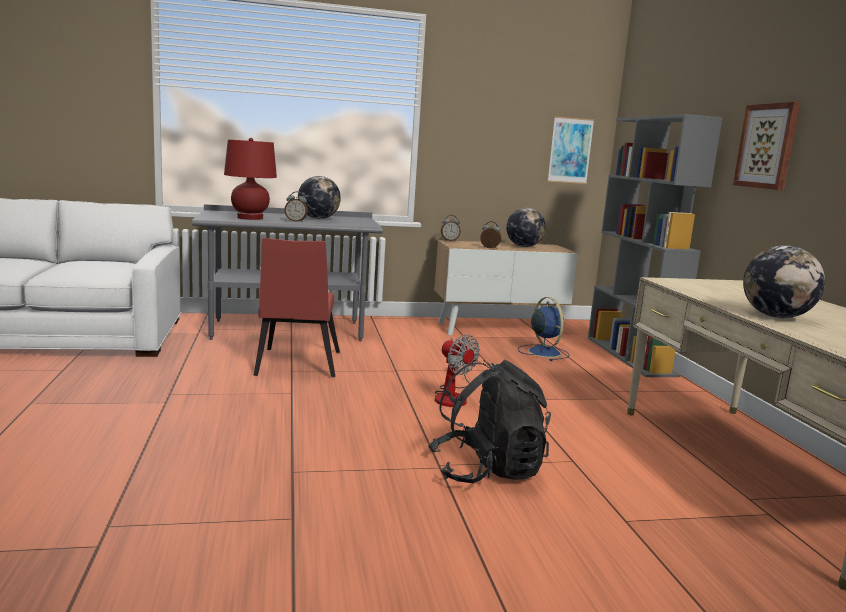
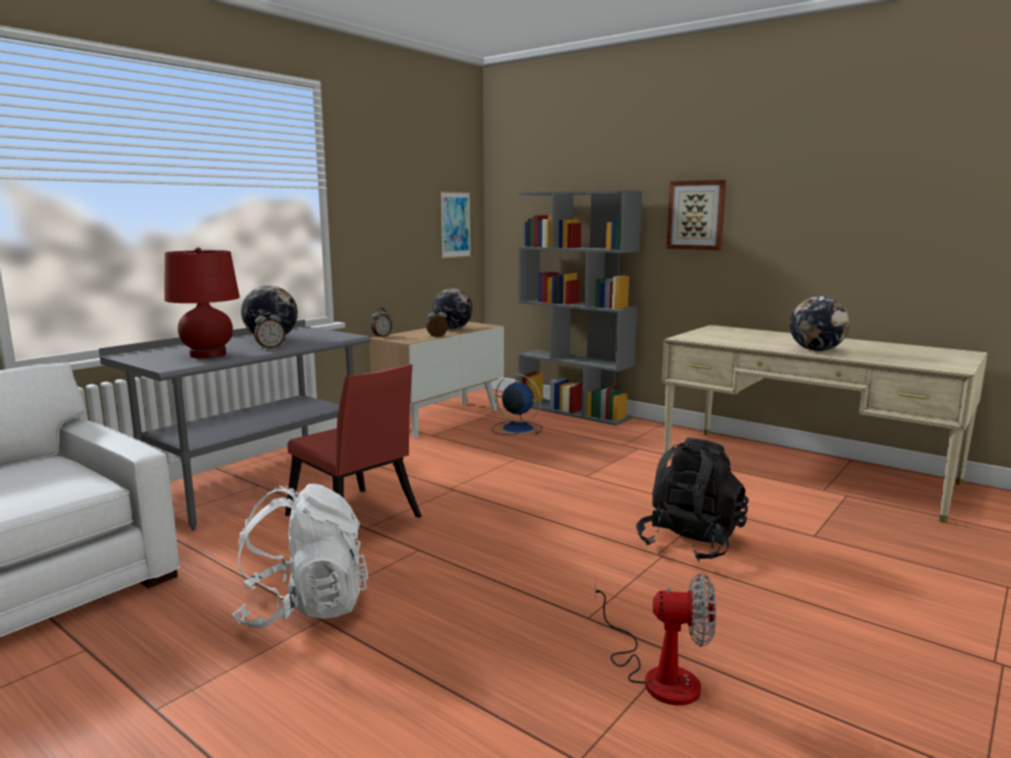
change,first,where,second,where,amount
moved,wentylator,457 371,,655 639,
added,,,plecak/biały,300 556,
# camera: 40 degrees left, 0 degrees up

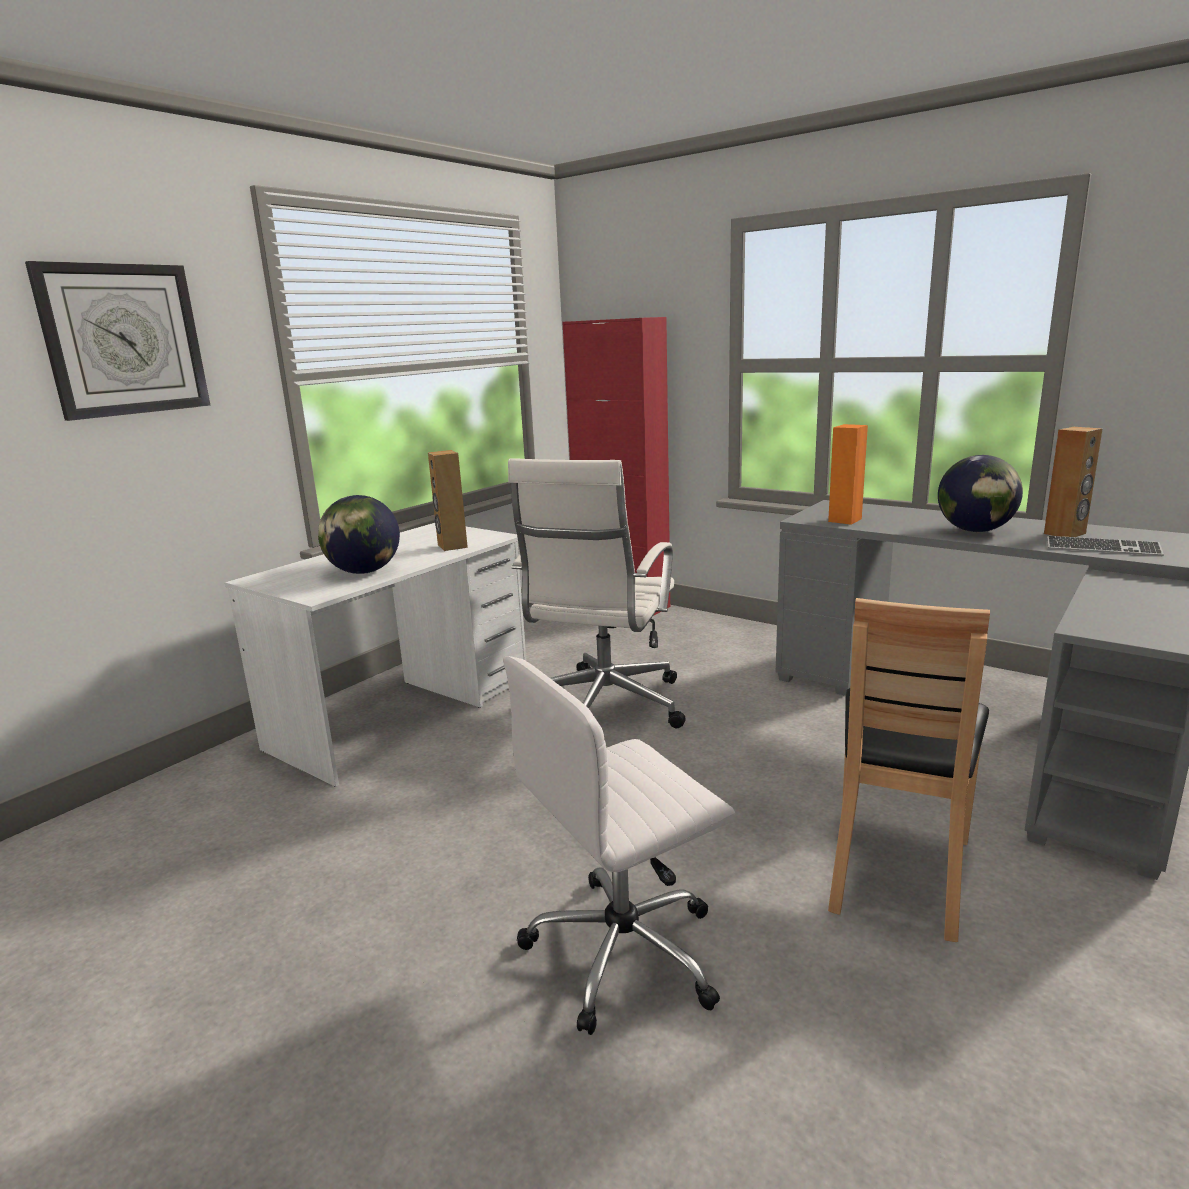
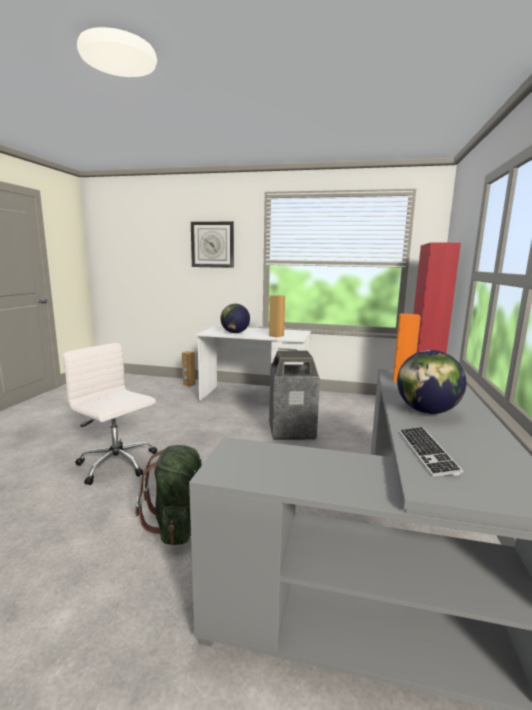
change,first,where,second,where,amount
moved,głośnik/brązowy,1073 482,,189 369,
replaced,krzesło biurowe/biały,597 593,kosz na śmieci,294 395,
replaced,krzesło/brązowy,909 770,plecak/zielony,168 495,
# camera: 65 degrees right, 5 degrees down

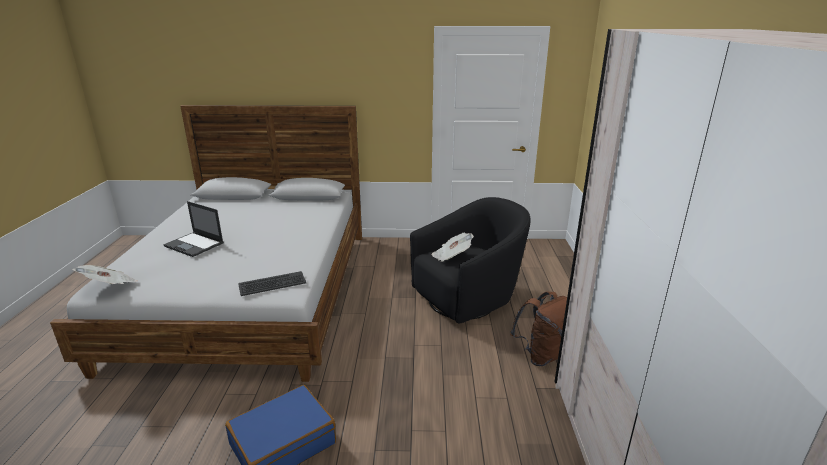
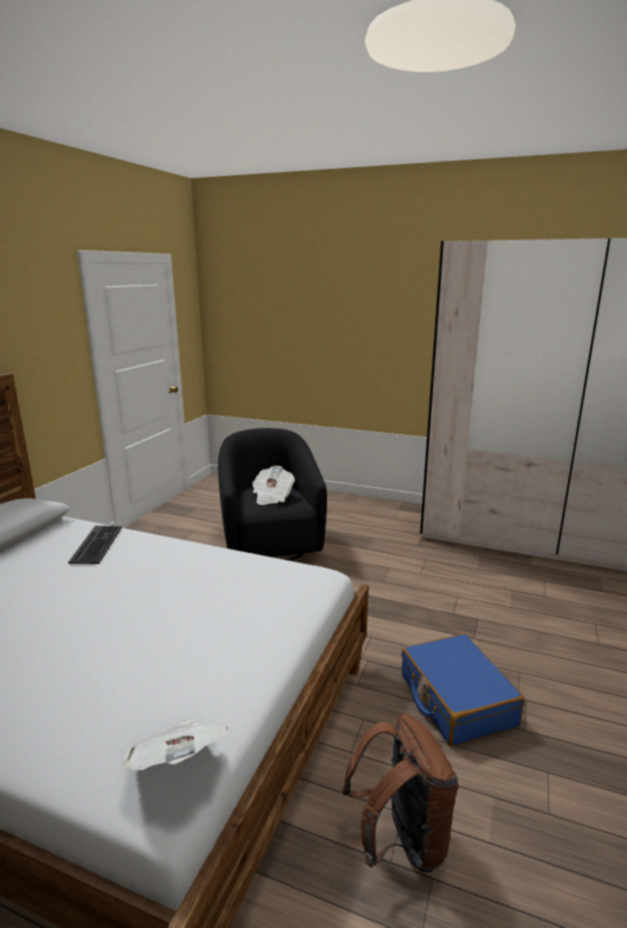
change,first,where,second,where,amount
removed,laptop,193 229,,,
moved,klawiatura,272 283,,95 545,
moved,plecak/brązowy,538 328,,400 793,
# camera: 70 degrees left, 5 degrees down

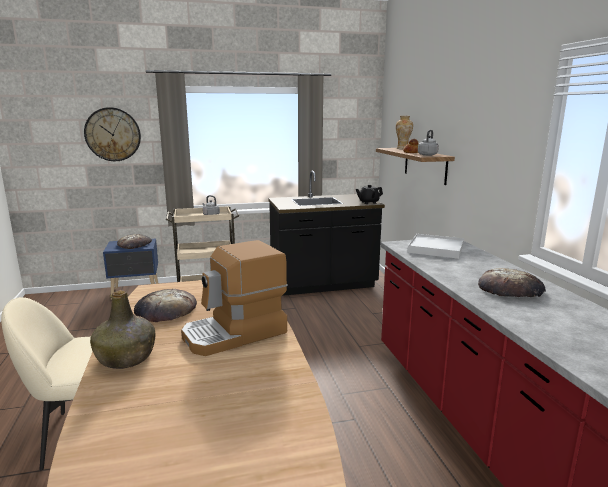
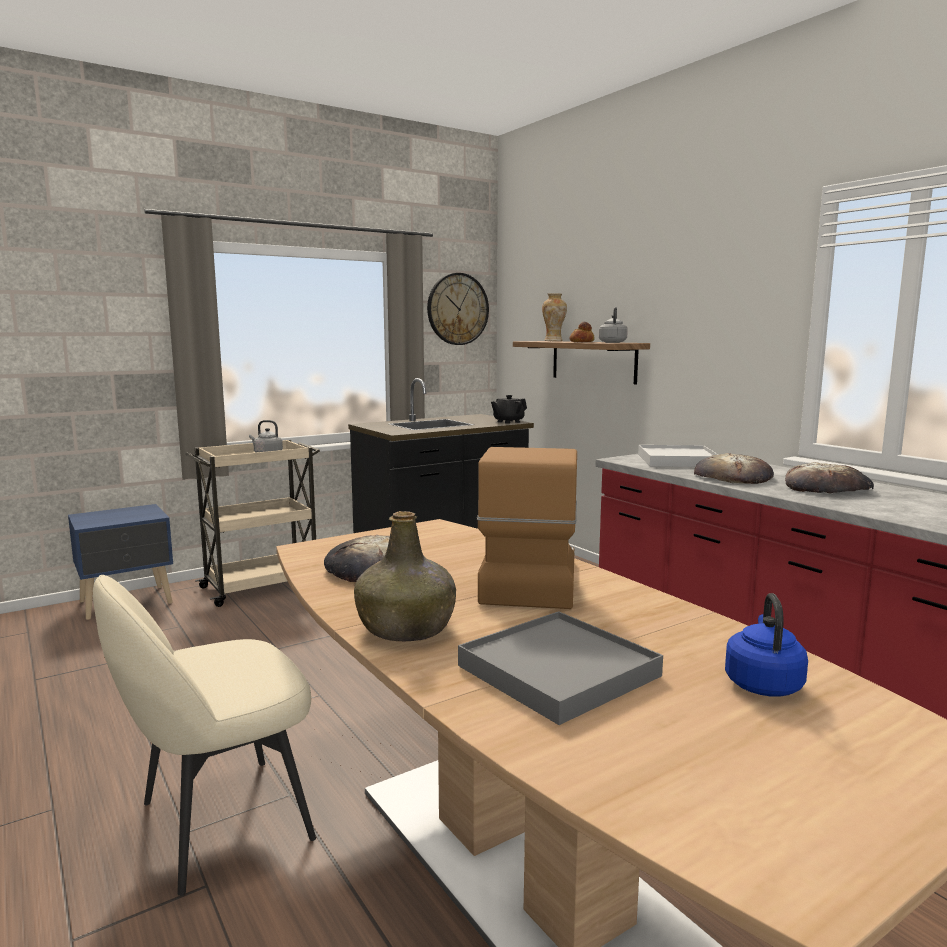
change,first,where,second,where,amount
moved,zegar ścienny,112 134,,458 309,
moved,chleb,134 241,,734 468,
turned,ekspres do kawy,234 298,,527 528,150 degrees clockwise
added,,,czajnik/niebieski,766 645,
added,,,taca/szary,560 668,
# camera: 20 degrees left, 5 degrees down

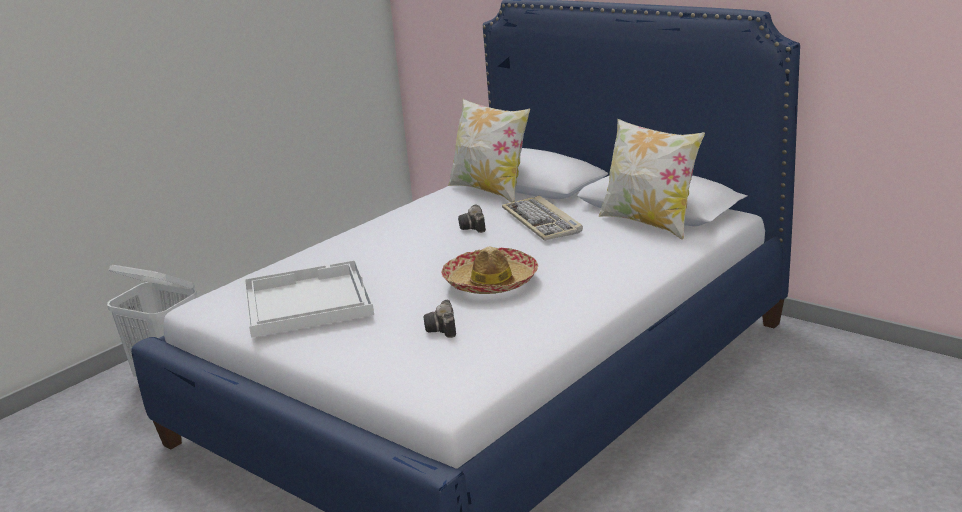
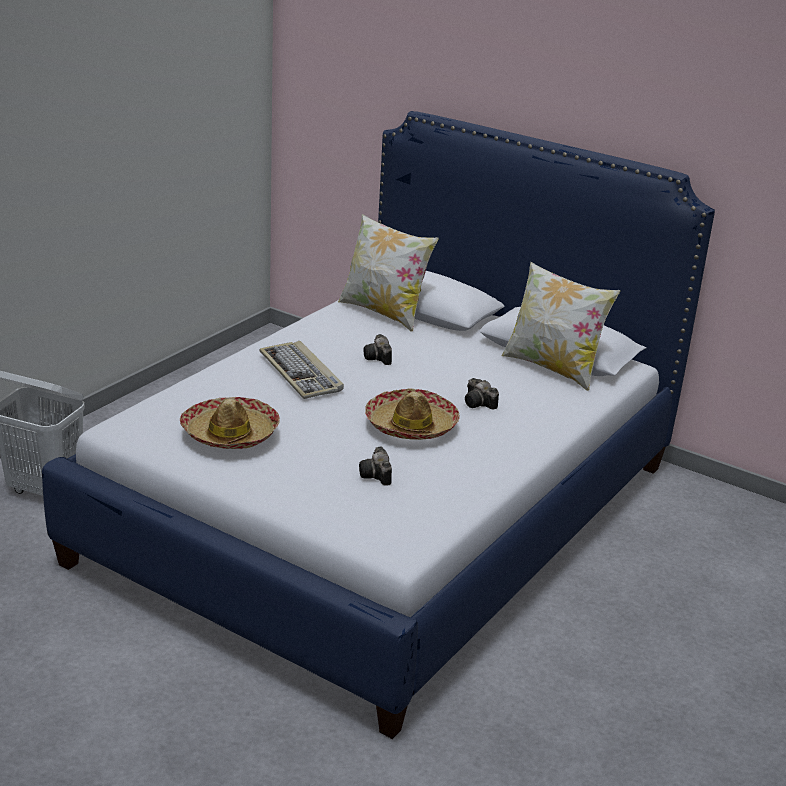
change,first,where,second,where,amount
moved,klawiatura,542 218,,301 370,
replaced,taca/biały,309 299,kapelusz,230 423,
added,,,aparat fotograficzny,482 394,
# camera: 10 degrees left, 5 degrees up

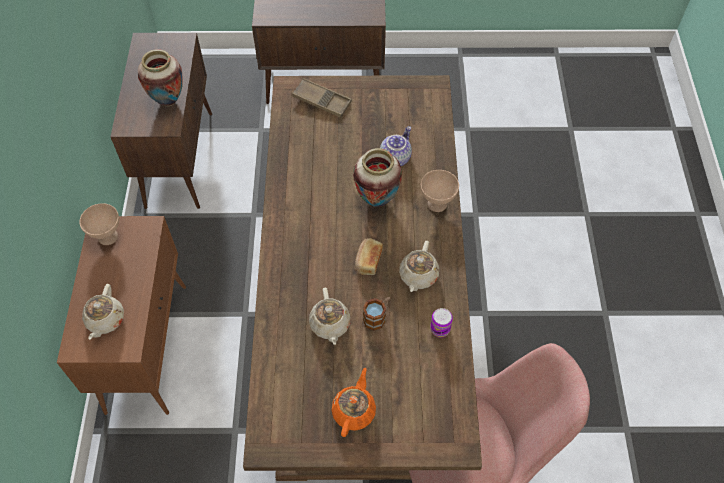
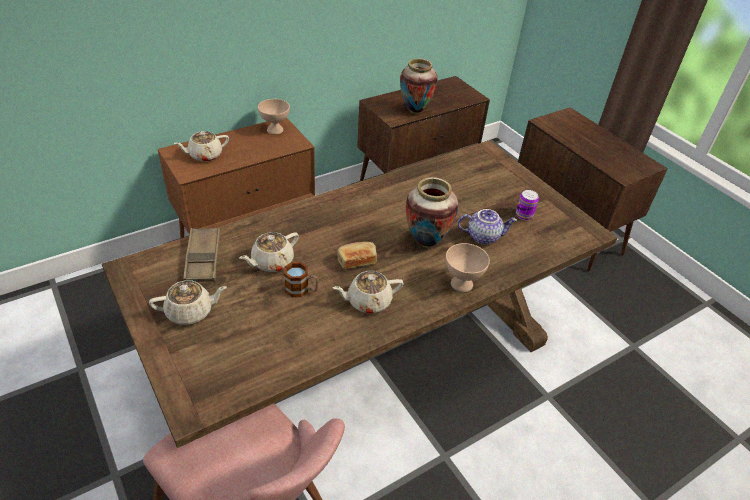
change,first,where,second,where,amount
moved,taca/brązowy,322 98,,201 255,
moved,puszka,441 323,,527 205,
recoloured,imbryk/pomarańczowy,353 402,imbryk/beżowy,188 302,
# camera: 55 degrees right, 15 degrees down

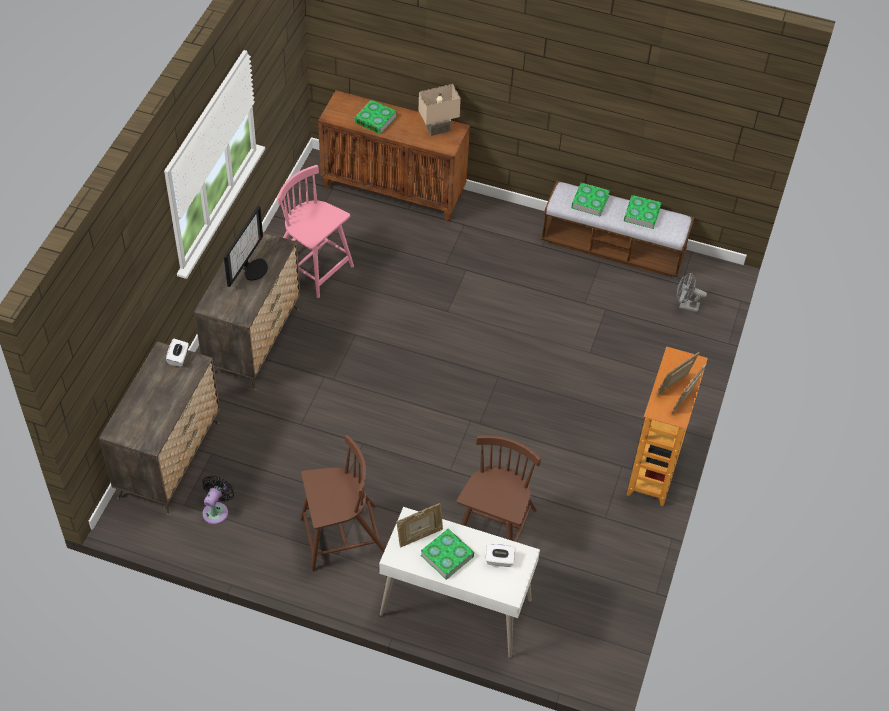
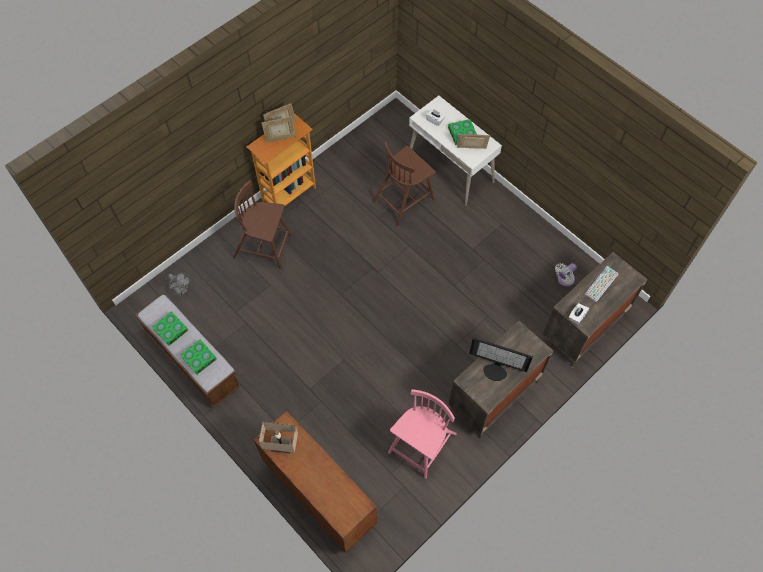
change,first,where,second,where,amount
removed,książka,375 117,,,
turned,krzesło/różowy,315 231,,422 434,120 degrees counterclockwise
turned,monitor,246 246,,501 359,120 degrees counterclockwise
moved,krzesło/brązowy,342 503,,263 224,
recoloured,wentylator/czarny,218 500,wentylator/biały,566 275,
added,,,klawiatura,602 284,
# camera: 150 degrees left, 10 degrees up

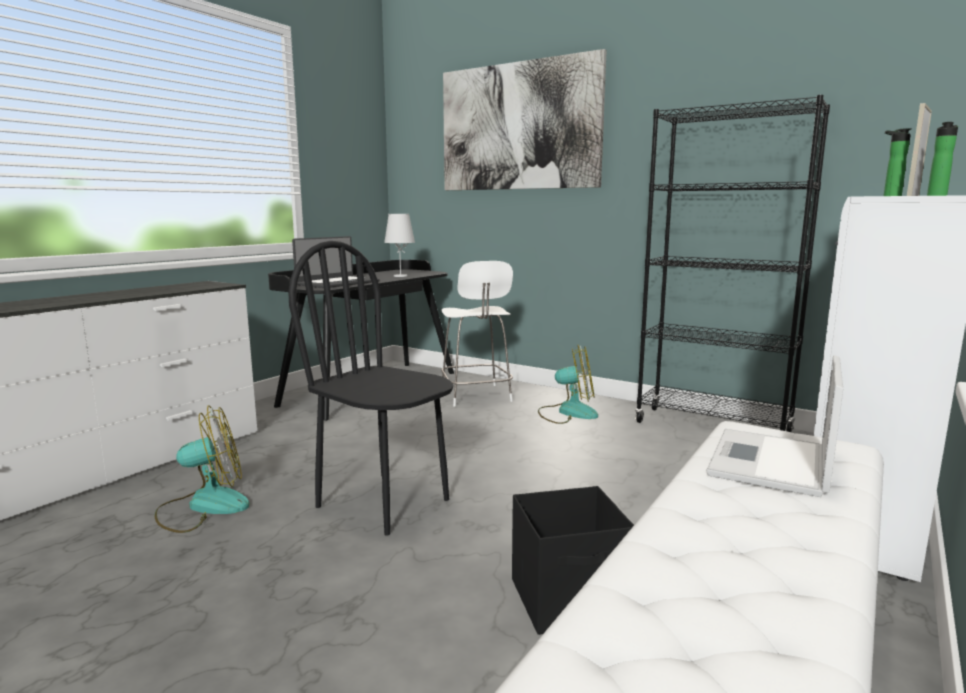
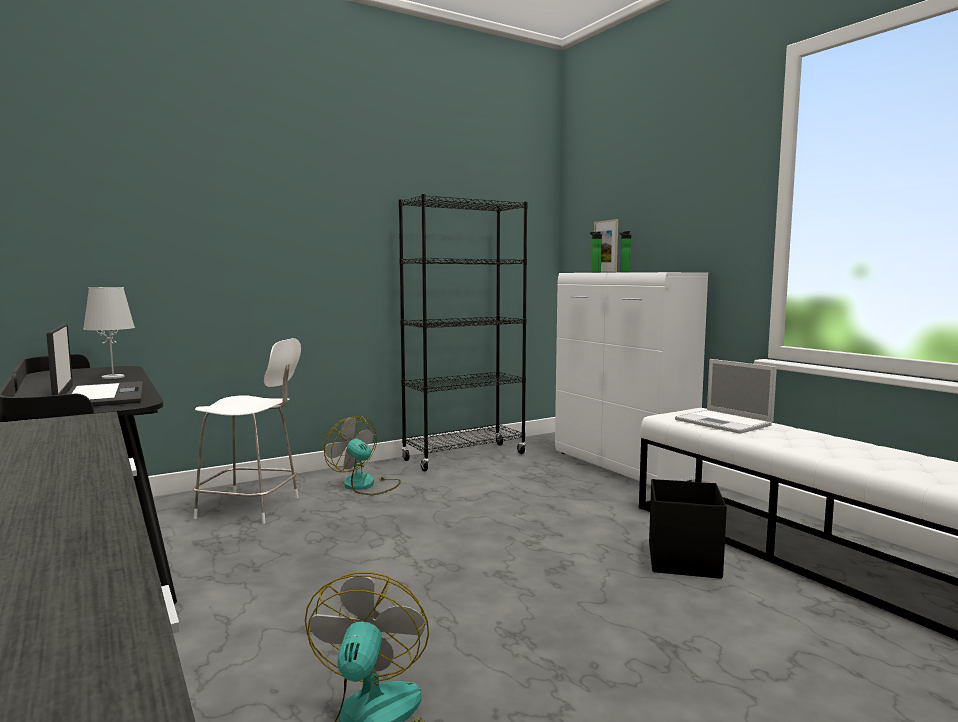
change,first,where,second,where,amount
removed,obraz,525 119,,,
removed,krzesło/czarny,370 388,,,
turned,wentylator,568 384,,362 455,75 degrees counterclockwise
# camera: 65 degrees left, 5 degrees down

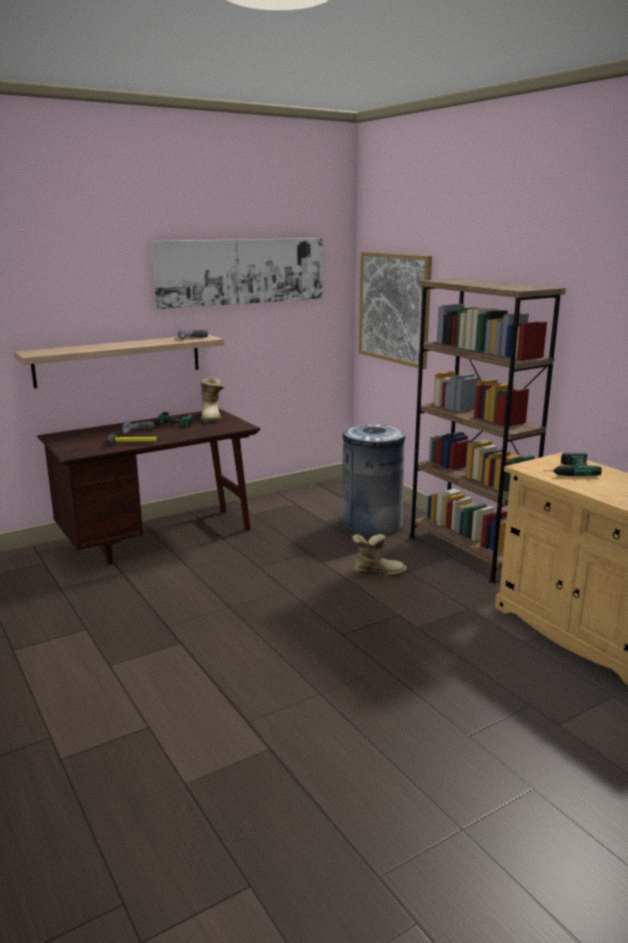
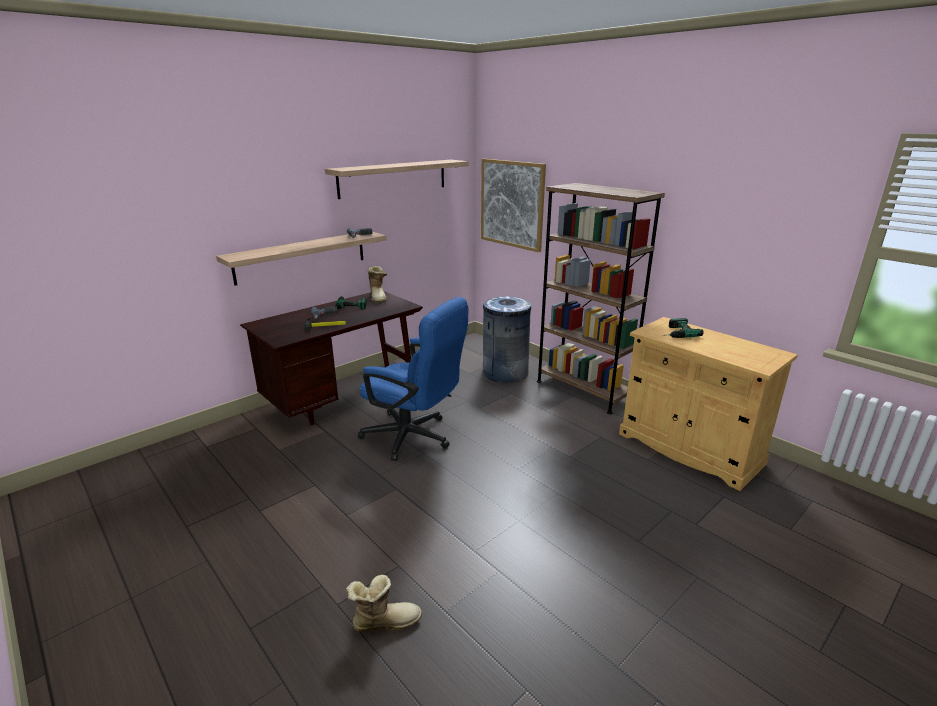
change,first,where,second,where,amount
replaced,obraz,236 274,półka,397 179,
moved,but z cholewką,379 555,,384 603,
added,,,krzesło biurowe/niebieski,413 379,
# camera: 10 degrees left, 5 degrees up

